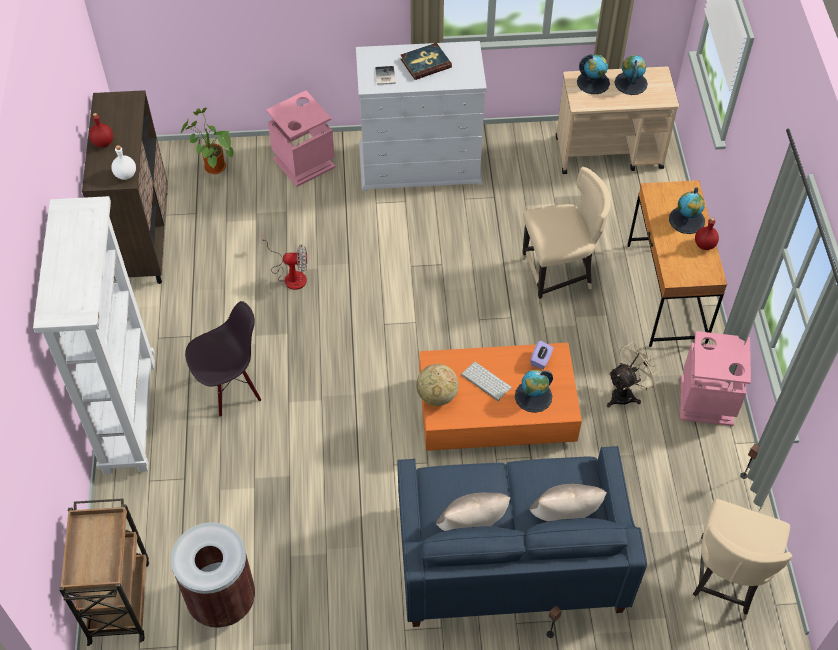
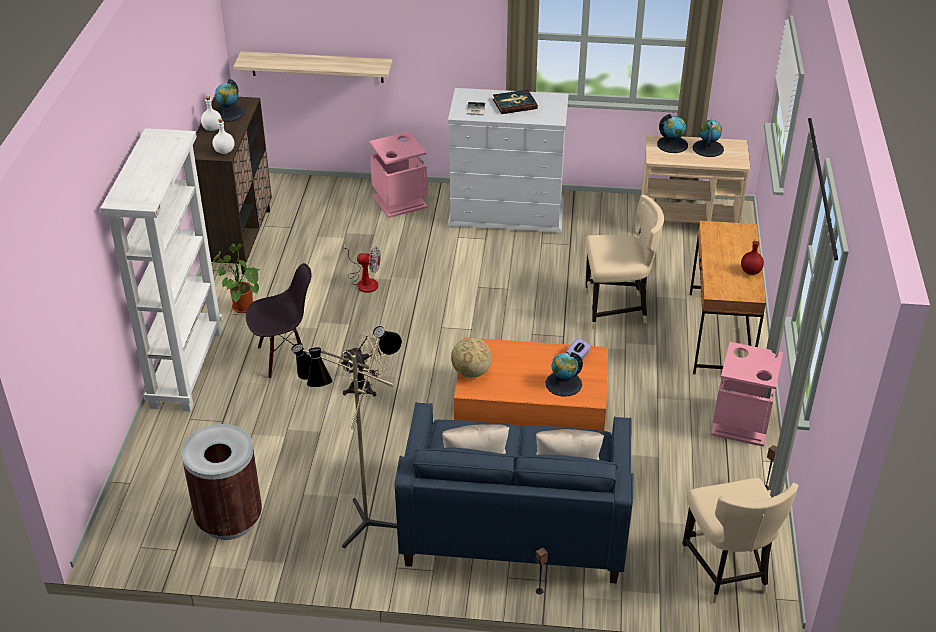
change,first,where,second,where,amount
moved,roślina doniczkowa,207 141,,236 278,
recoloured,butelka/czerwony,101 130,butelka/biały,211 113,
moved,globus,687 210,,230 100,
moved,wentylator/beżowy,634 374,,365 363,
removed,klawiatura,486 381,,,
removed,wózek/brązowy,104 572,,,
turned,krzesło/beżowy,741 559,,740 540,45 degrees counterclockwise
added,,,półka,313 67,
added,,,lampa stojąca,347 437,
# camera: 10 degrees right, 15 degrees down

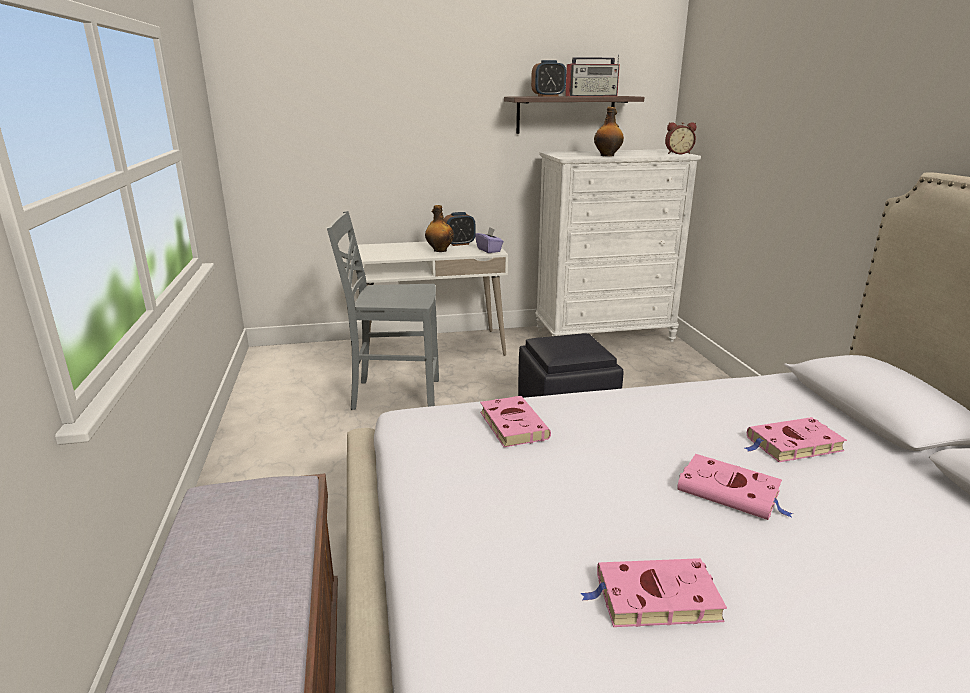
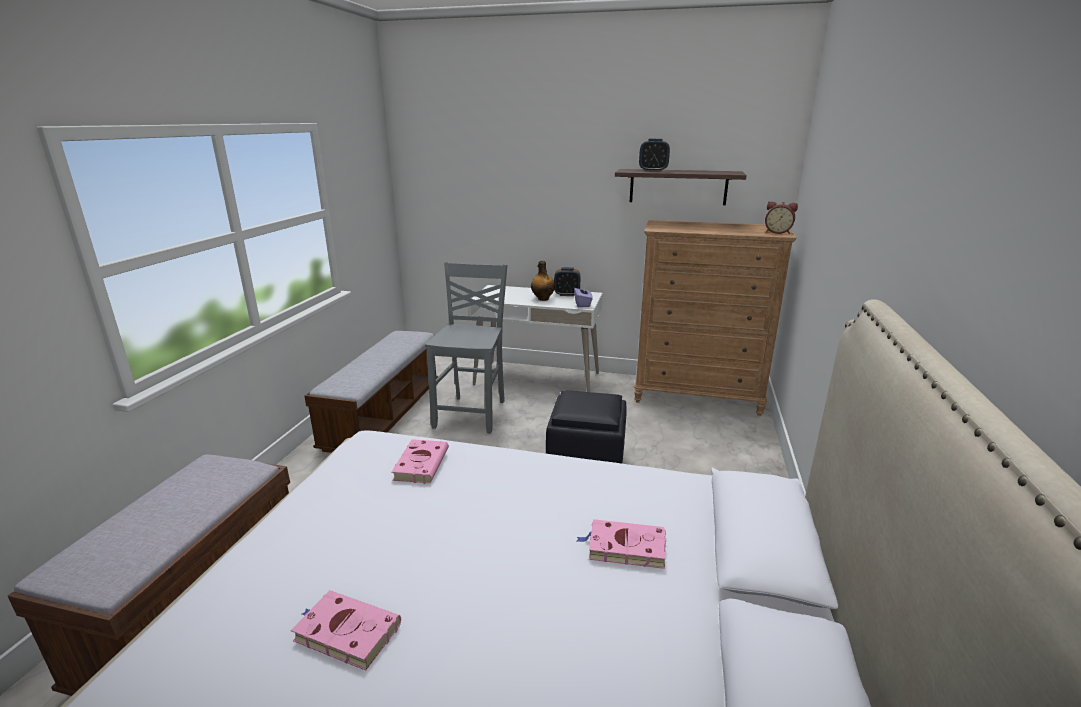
change,first,where,second,where,amount
removed,radio,592 75,,,
removed,butelka,609 132,,,
recoloured,komoda/biały,618 245,komoda/brązowy,715 318,
turned,krzesło/szary,383 310,,466 348,75 degrees clockwise
removed,książka/różowy,735 487,,,
added,,,ławka,371 392,
# camera: 25 degrees right, 0 degrees up

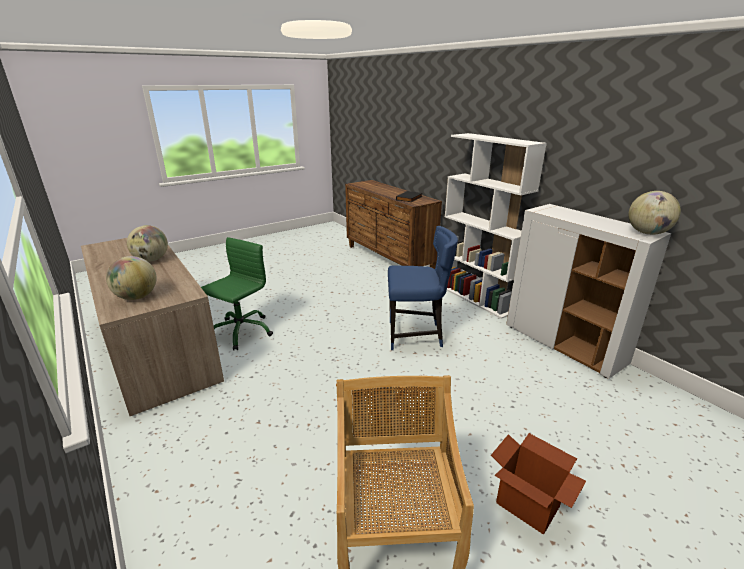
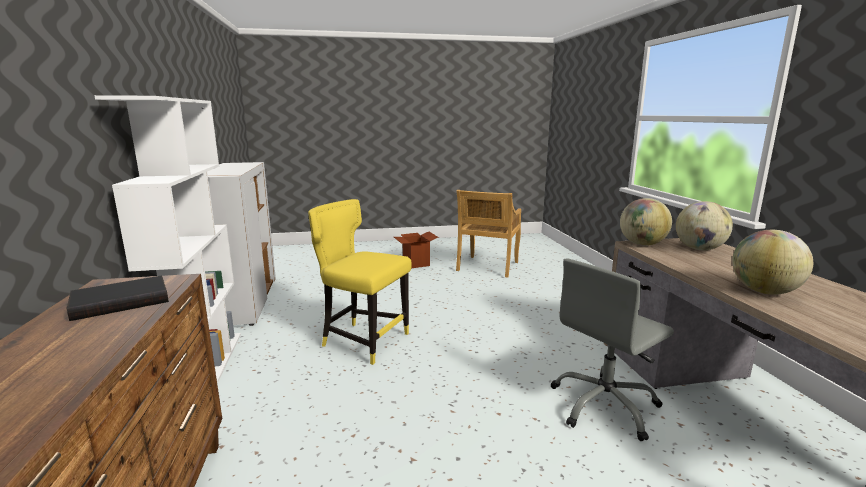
change,first,where,second,where,amount
moved,globus,654 213,,646 222,
recoloured,krzesło/niebieski,423 288,krzesło/żółty,360 282,
recoloured,krzesło biurowe/zielony,237 293,krzesło biurowe/szary,612 349,
# camera: 155 degrees left, 10 degrees down

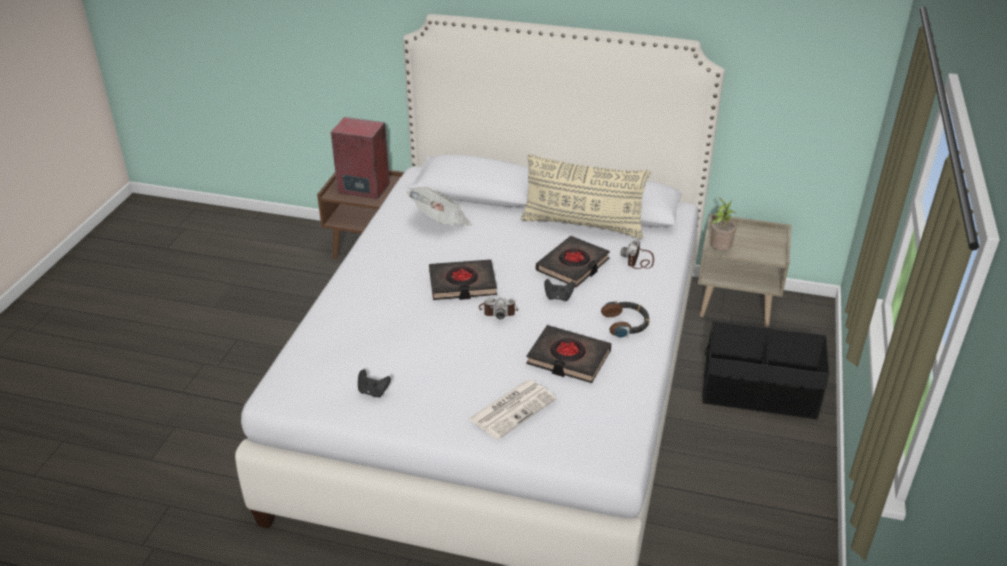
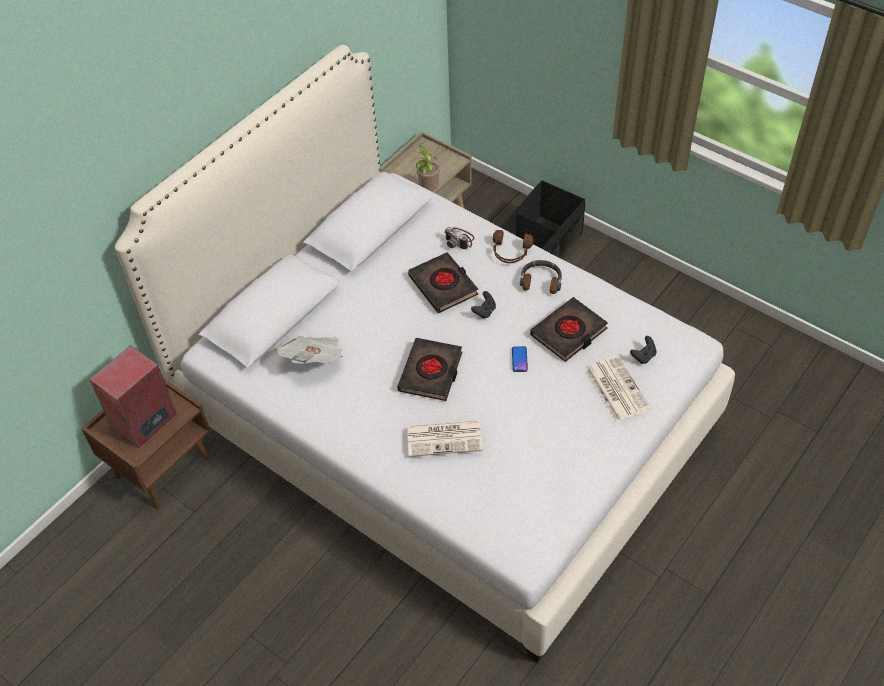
change,first,where,second,where,amount
removed,poduszka/beżowy,586 196,,,
removed,aparat fotograficzny,498 308,,,
moved,pad do gier/czarny,374 383,,643 350,
added,,,słuchawki/brązowy,513 246,
added,,,telefon,520 359,
added,,,gazeta,445 438,
# camera: 65 degrees left, 15 degrees up

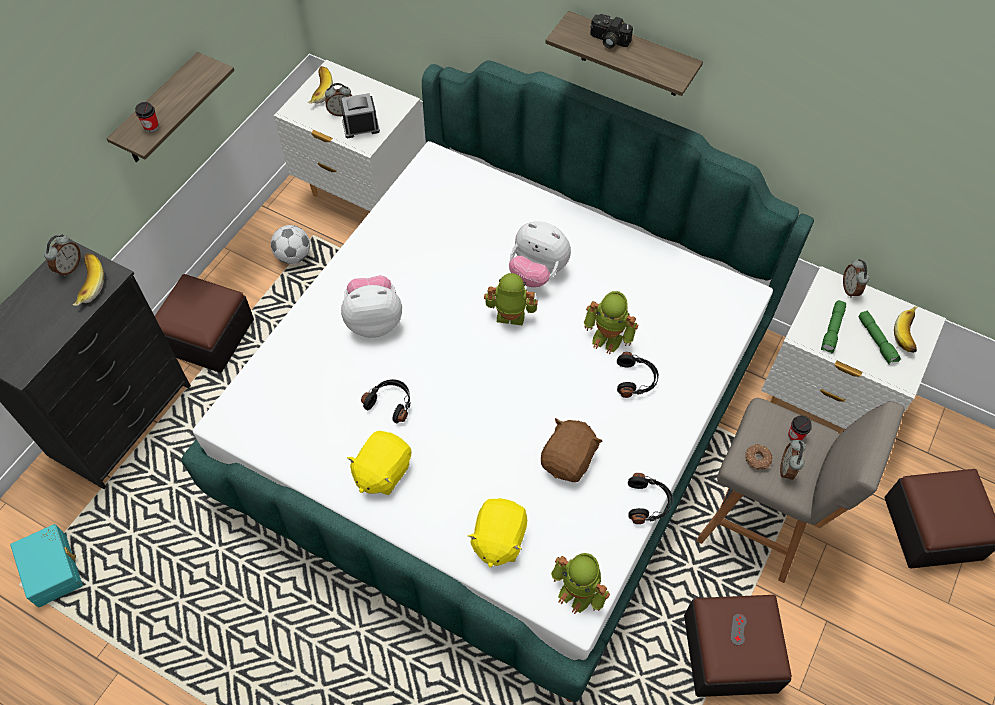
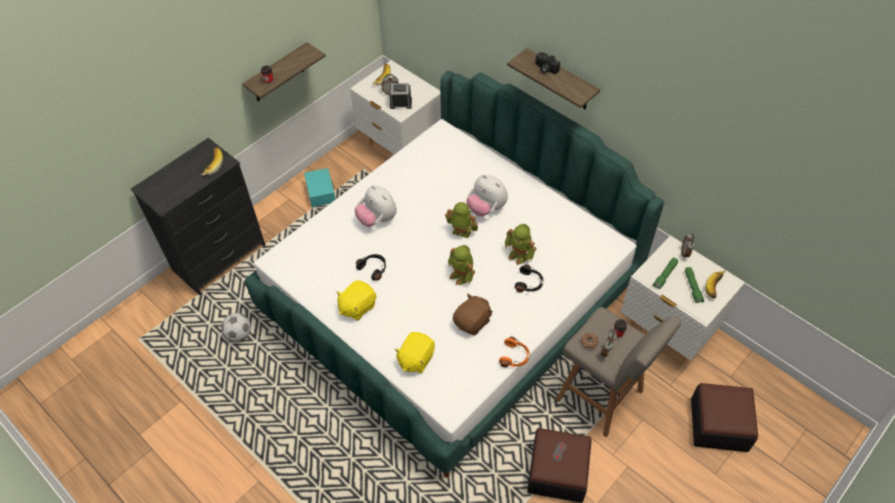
change,first,where,second,where,amount
moved,piłka futbolowa,290 244,,236 327,
removed,budzik,62 255,,,
removed,pufa,204 323,,,
turned,pluszak,371 306,,376 206,135 degrees counterclockwise
recoloured,słuchawki/czarny,650 498,słuchawki/pomarańczowy,514 352,
moved,pojemnik do przechowywania/turkusowy,46 566,,320 188,
moved,robot zabawkowy,580 583,,461 265,
# camera: 15 degrees right, 5 degrees down

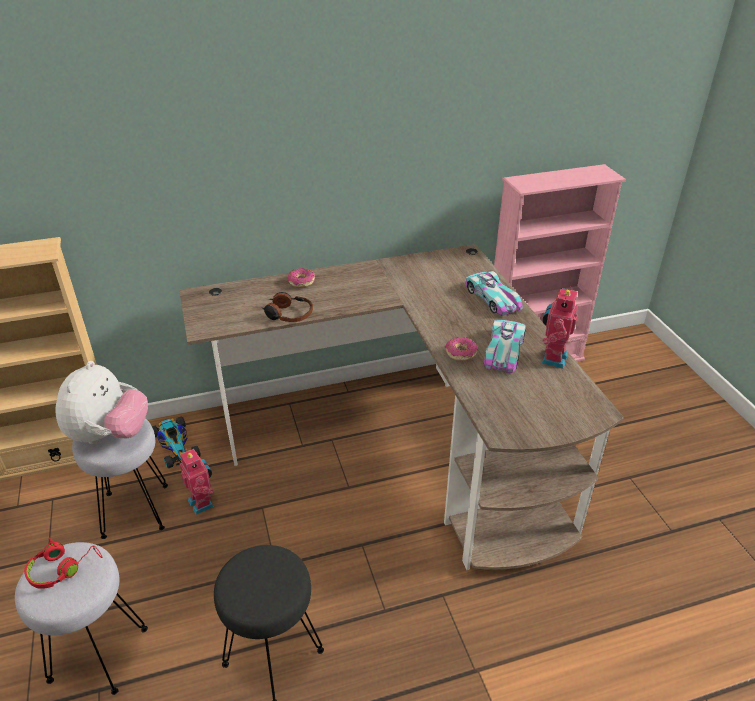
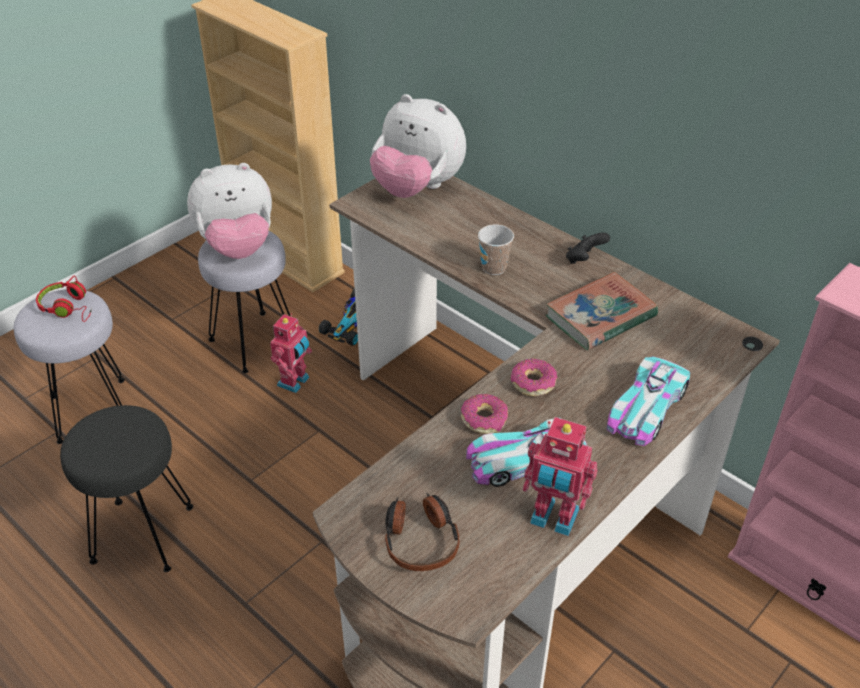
change,first,where,second,where,amount
moved,donut,301 277,,534 377,
turned,robot zabawkowy,560 327,,560 476,150 degrees counterclockwise
moved,słuchawki,287 307,,422 532,
added,,,pluszak,418 146,
added,,,filiżanka,496 249,
added,,,pad do gier/czarny,588 248,
added,,,książka,602 311,
# camera: 60 degrees right, 5 degrees up

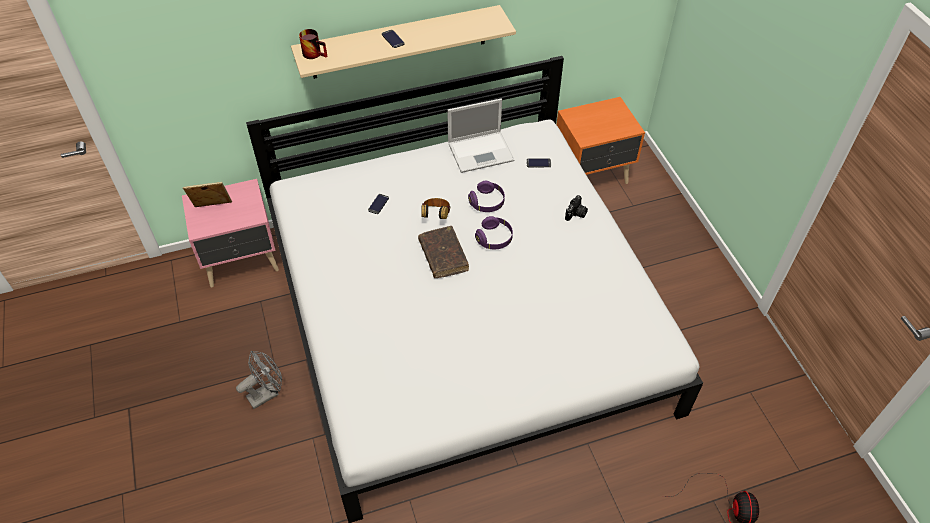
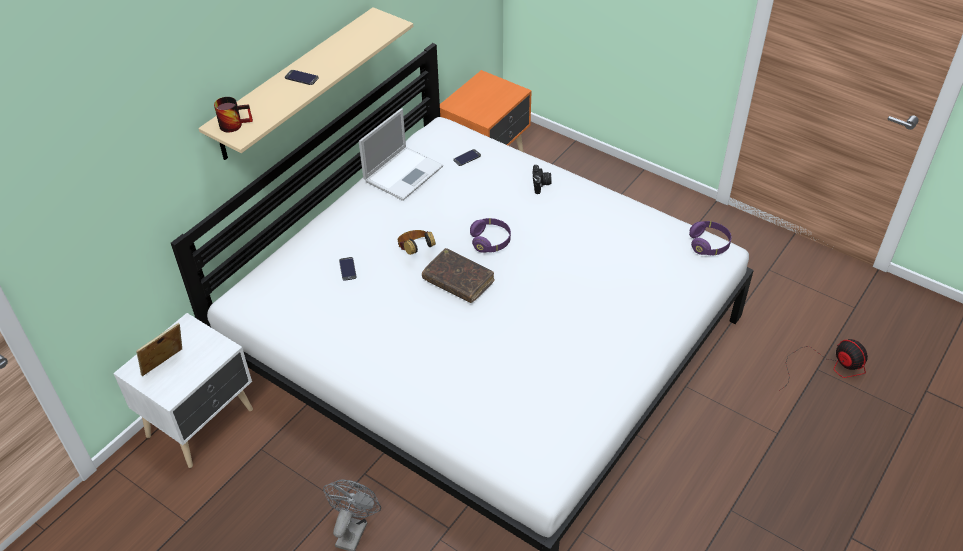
change,first,where,second,where,amount
recoloured,szafka nocna/różowy,230 233,szafka nocna/biały,183 390,
moved,słuchawki/fioletowy,486 196,,710 238,
# camera: 35 degrees left, 5 degrees down

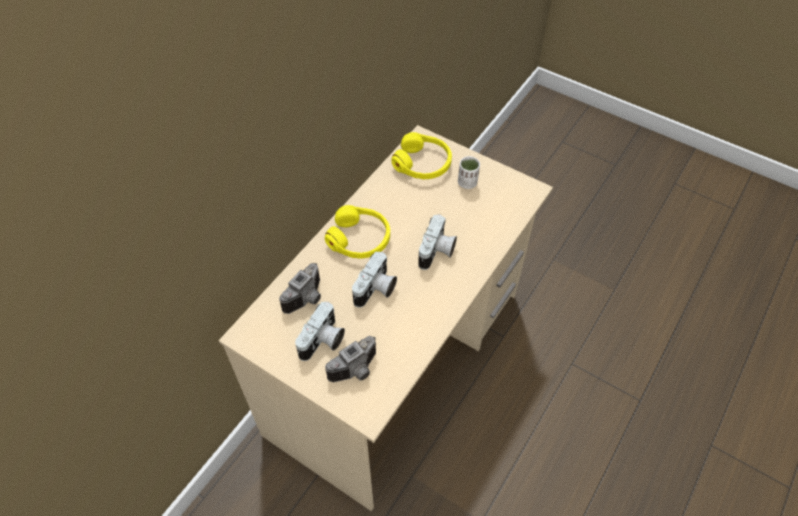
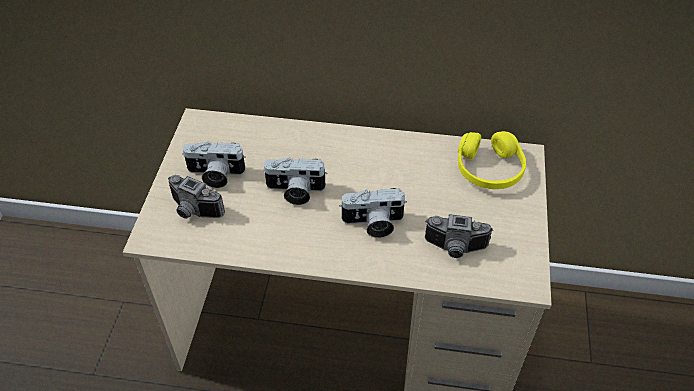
change,first,where,second,where,amount
removed,filiżanka/biały,469 172,,,
removed,słuchawki/żółty,357 232,,,
moved,aparat fotograficzny,300 288,,459 236,
# camera: 65 degrees right, 5 degrees down

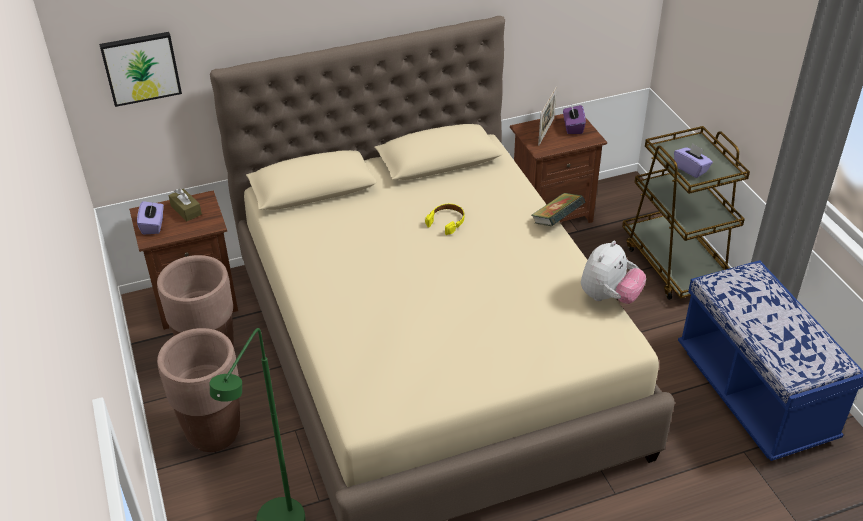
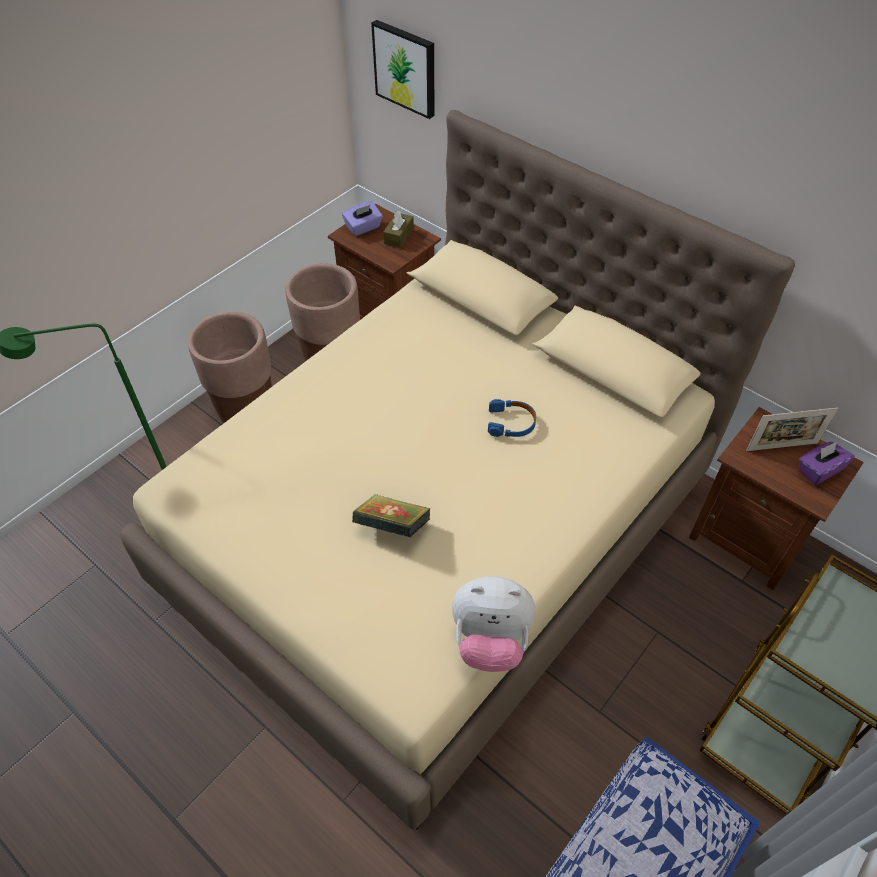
change,first,where,second,where,amount
removed,pudełko chusteczek/fioletowy,693 160,,,
moved,książka,558 209,,391 516,
recoloured,słuchawki/żółty,444 219,słuchawki/niebieski,512 418,
# camera: 60 degrees right, 10 degrees up

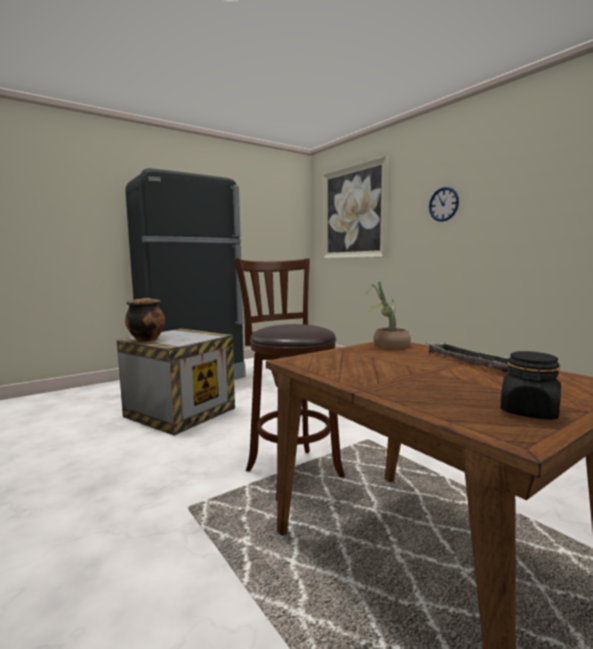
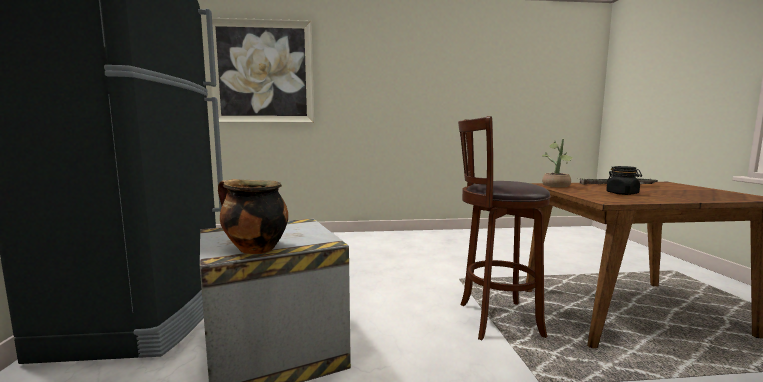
change,first,where,second,where,amount
removed,zegar ścienny,444 204,,,
moved,słoik/czarny,530 385,,624 180,
# camera: 60 degrees left, 0 degrees up

